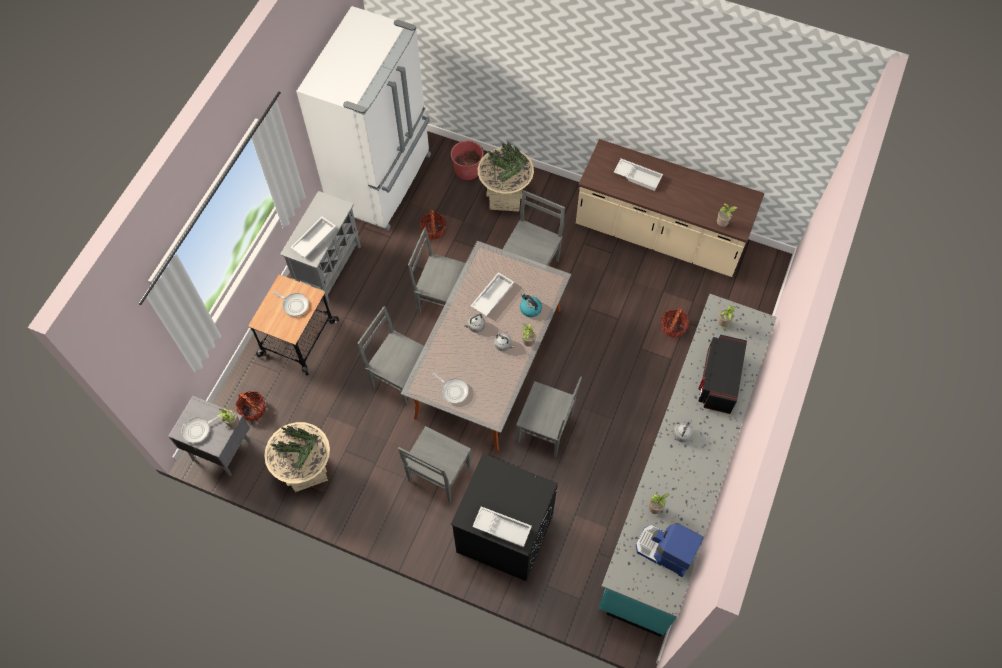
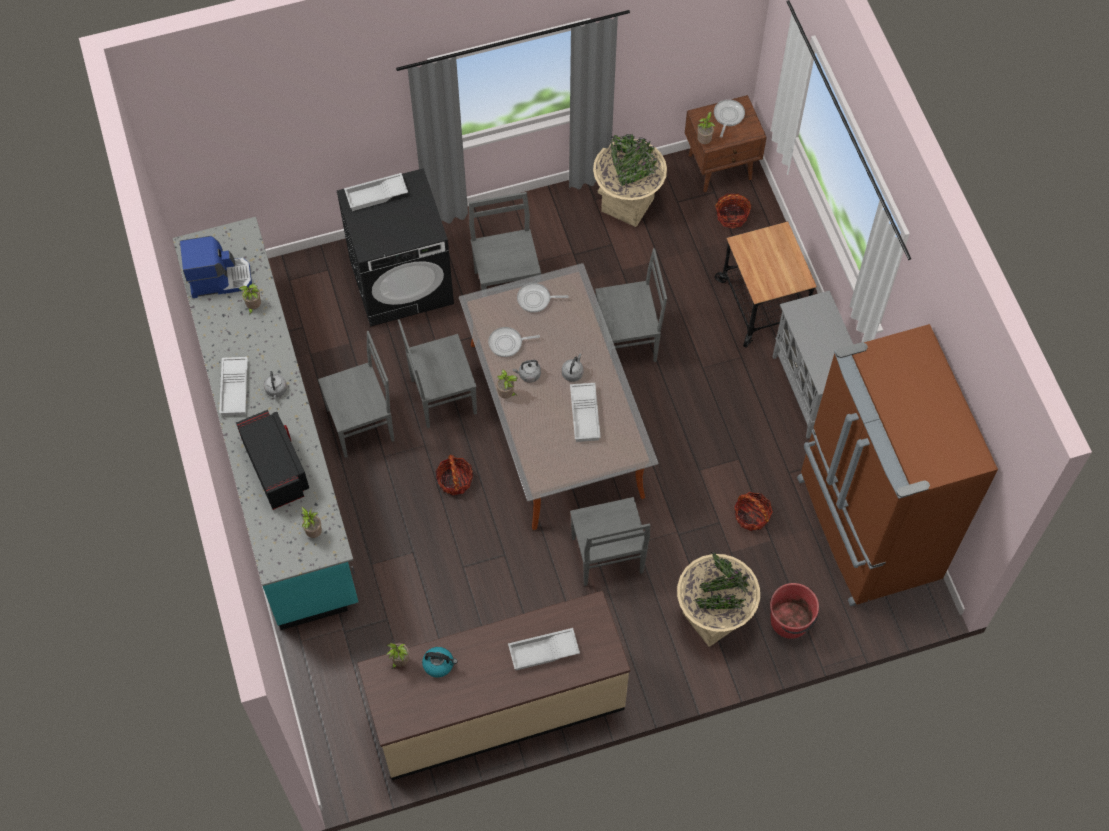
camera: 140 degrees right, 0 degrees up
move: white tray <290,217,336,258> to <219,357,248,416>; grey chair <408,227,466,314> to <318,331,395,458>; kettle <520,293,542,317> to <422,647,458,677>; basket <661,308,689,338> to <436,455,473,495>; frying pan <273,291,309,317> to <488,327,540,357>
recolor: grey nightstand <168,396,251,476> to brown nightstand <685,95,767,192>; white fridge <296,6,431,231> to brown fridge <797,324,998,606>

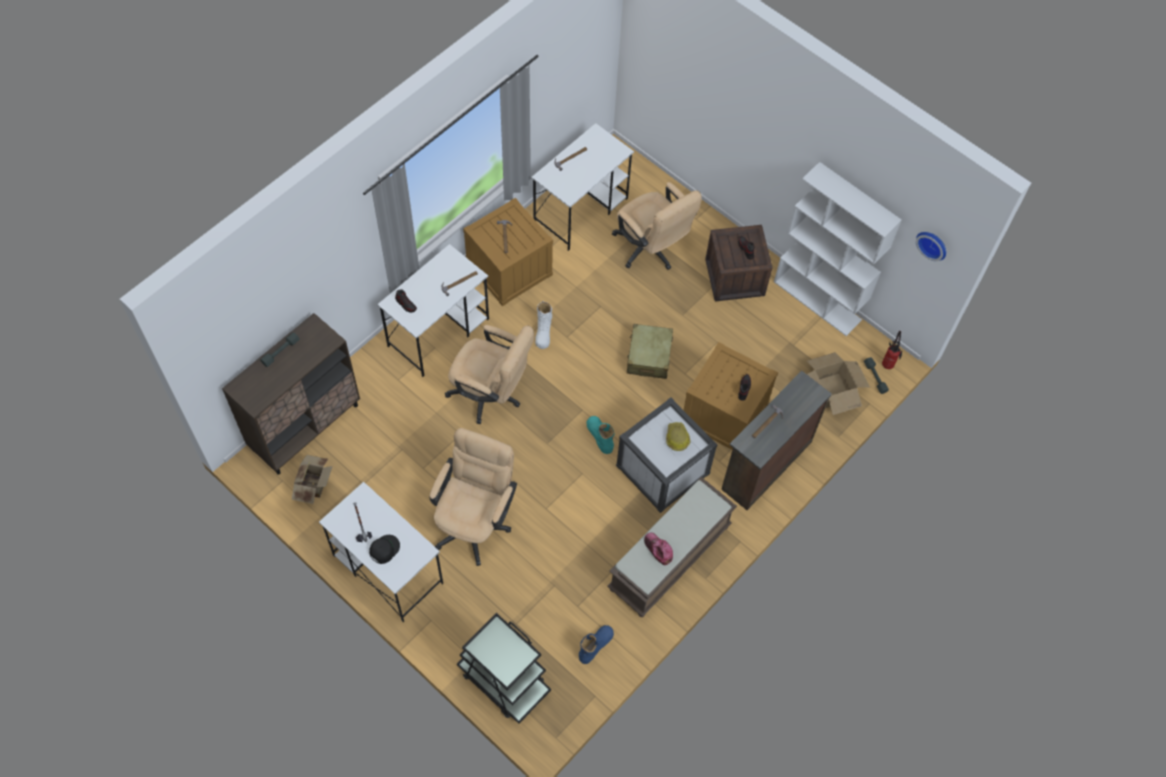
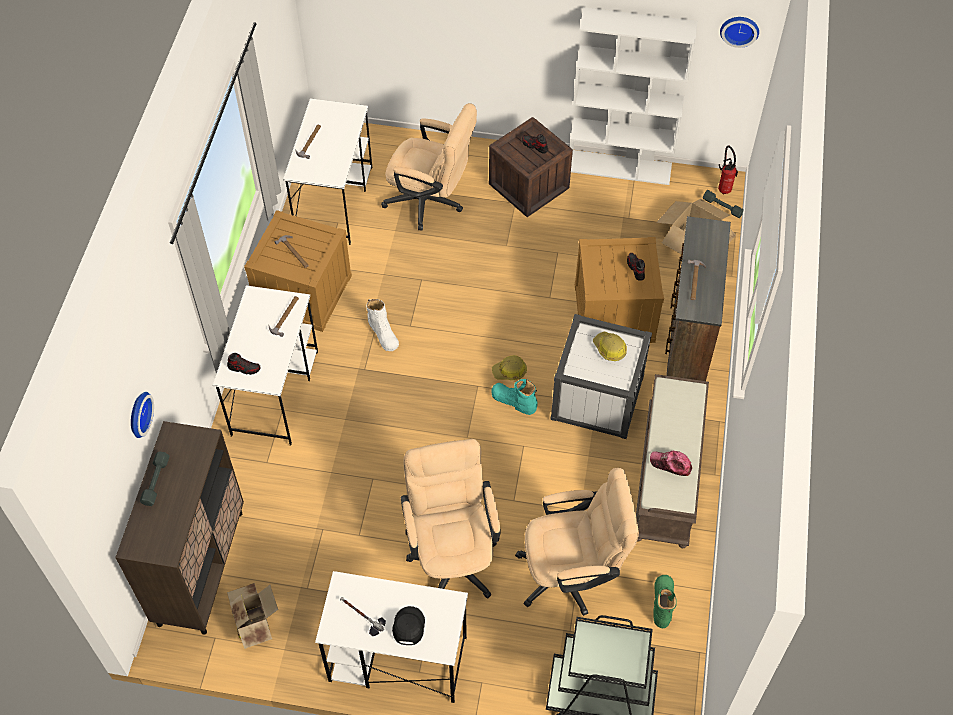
camera: 30 degrees left, 5 degrees down
delete: beige suitcase <627,324,673,379>
insert: wall clock <131,392,154,438>; hard hat <492,355,527,380>
move: beige office chair <445,325,534,424> to <515,468,639,616>
recolor: blue boot <579,625,614,664> to green boot <653,575,677,628>

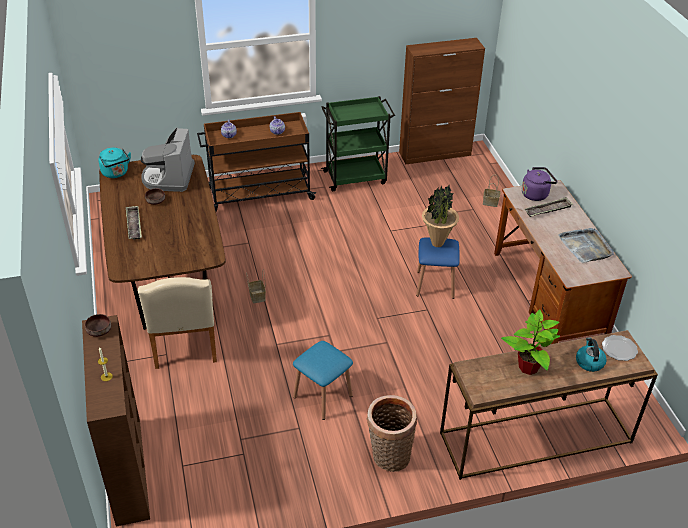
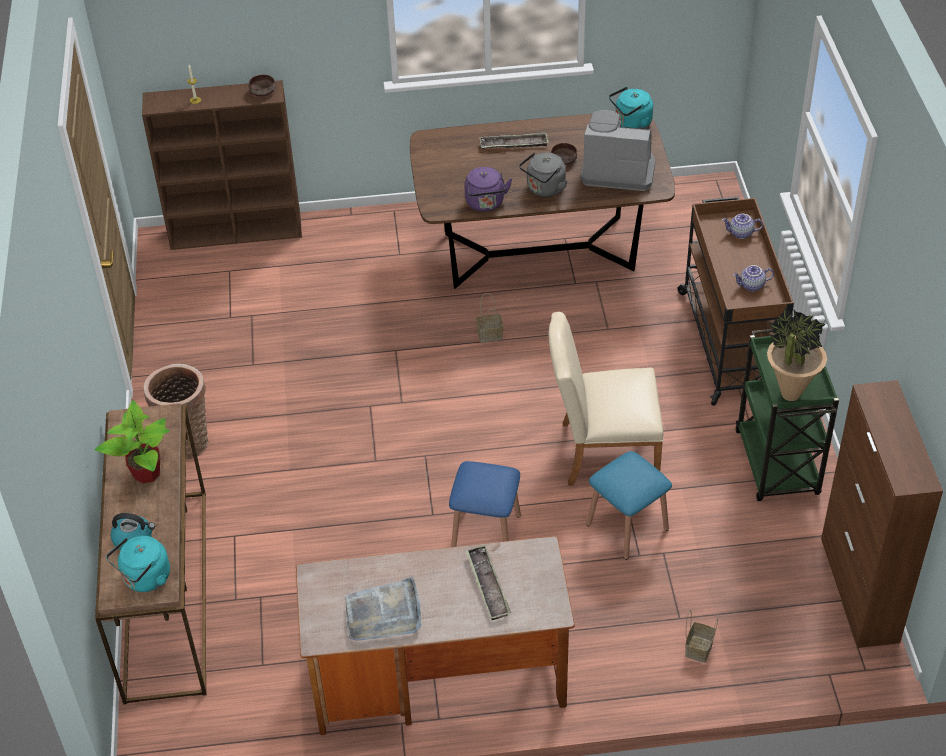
camera: 100 degrees right, 5 degrees up
insert: grey kettle <519,153,567,197>
move: purple kettle <522,167,558,201> to <465,167,512,211>; beige chair <138,277,217,369> to <549,312,663,486>; blue stool <293,341,353,420> to <586,451,672,560>; potted plant <422,184,459,247> to <767,307,827,401>
replace: plate <602,335,638,361> to turquoise kettle <106,536,170,592>

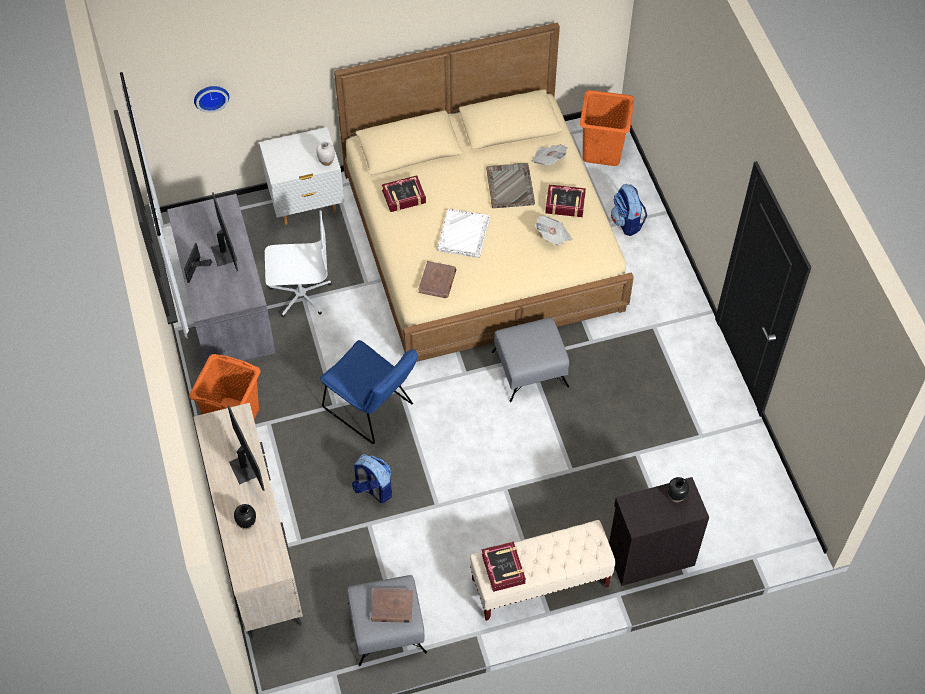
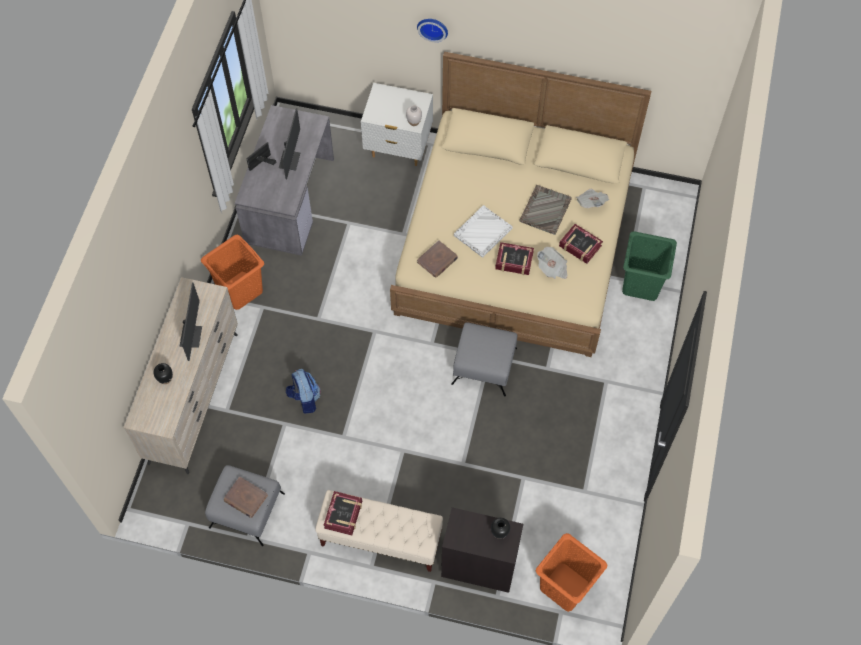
camera: 30 degrees right, 5 degrees up
delete: white office chair <265,211,332,317>; blue chair <320,340,417,444>
move: wall clock <194,86,229,113> to <417,19,448,42>; book <382,175,426,212> to <495,242,534,275>; orange laundry basket <580,90,634,166> to <536,533,607,612>
replace: backpack <611,184,647,236> to green laundry basket <622,231,677,301>

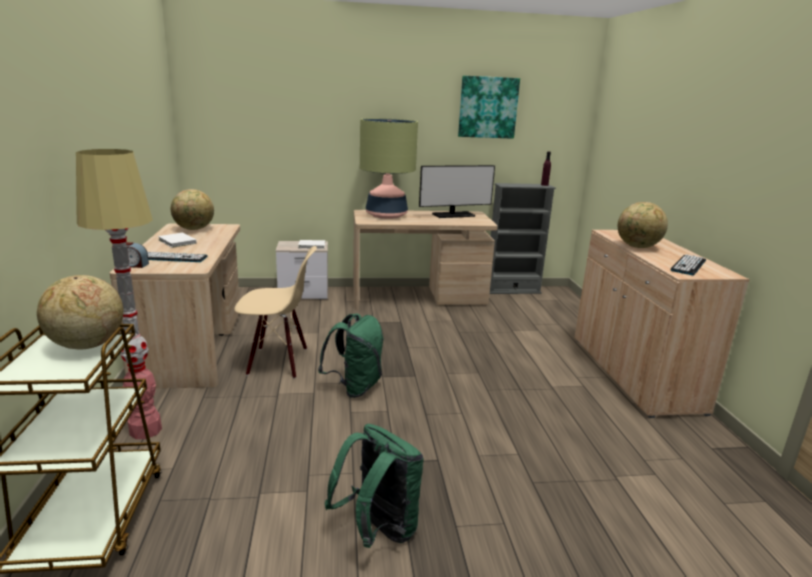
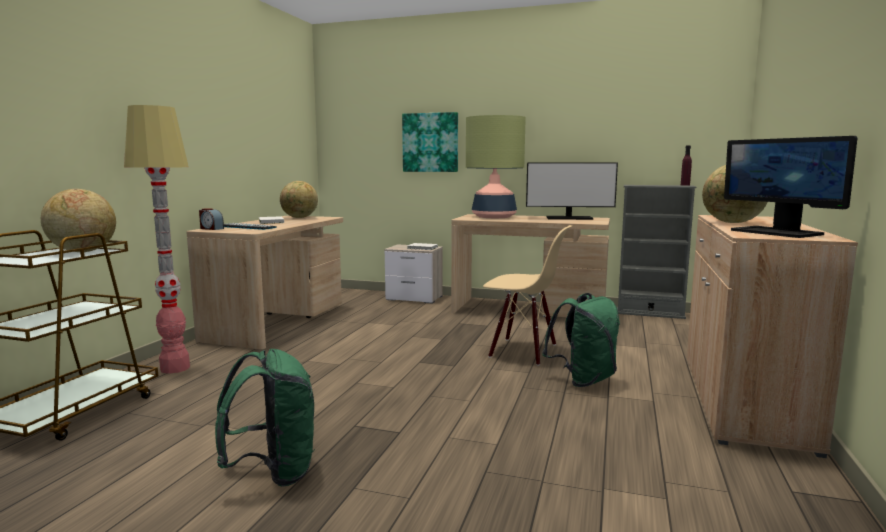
camera: 25 degrees right, 10 degrees down
move: picture <458,76,520,139> to <402,112,458,172>; beige chair <234,246,317,379> to <483,225,572,366>; green backpack <318,314,383,398> to <542,293,620,387>
replace: keyboard <670,254,706,276> to monitor <724,136,857,238>

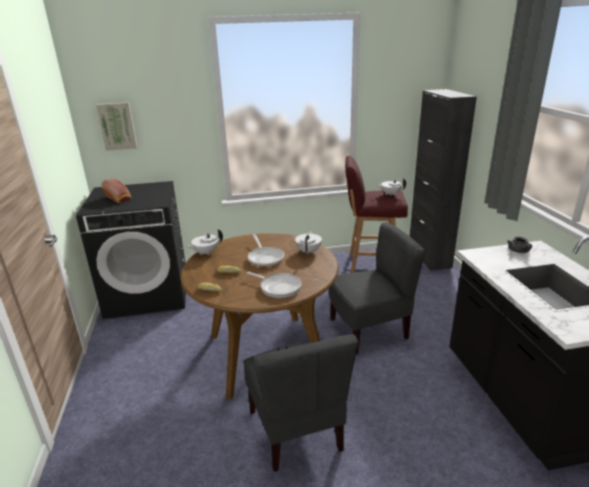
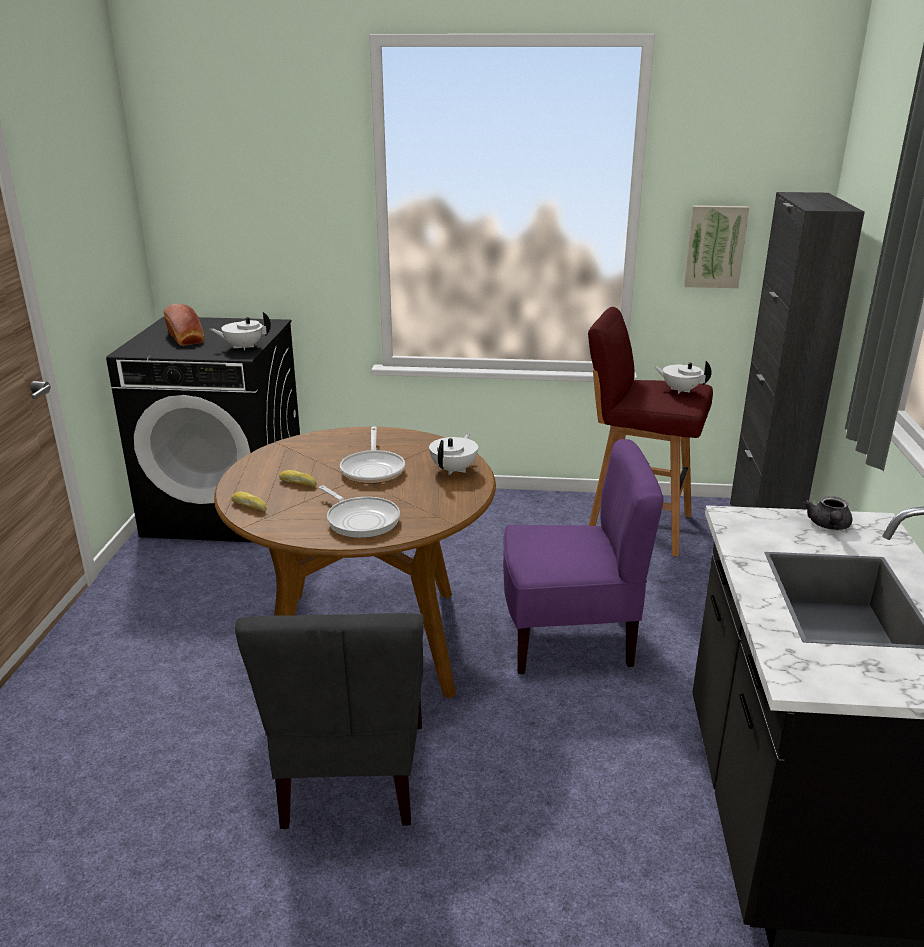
camera: 15 degrees right, 0 degrees up
move: white teapot <184,229,223,256> to <210,312,271,350>; picture <96,102,137,151> to <684,205,749,288>
recolor: grey chair <329,223,425,354> to purple chair <503,439,664,674>

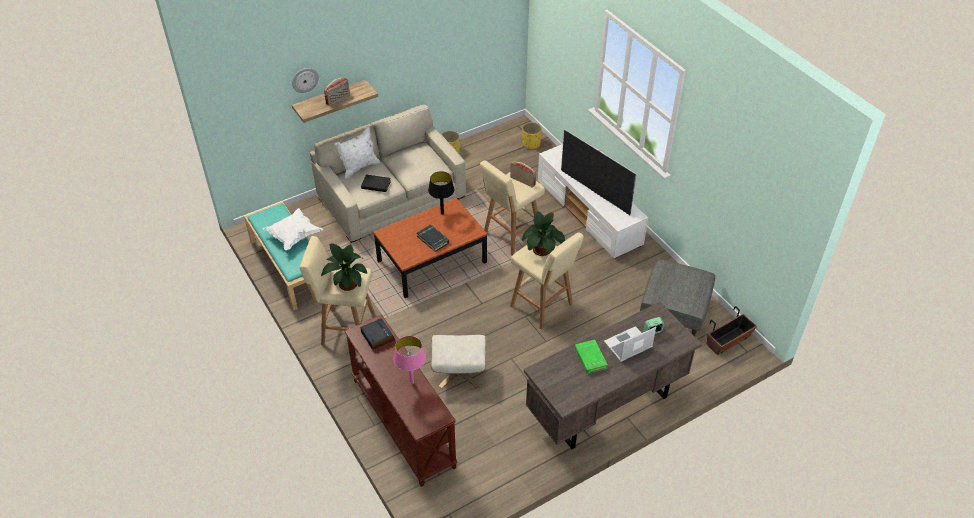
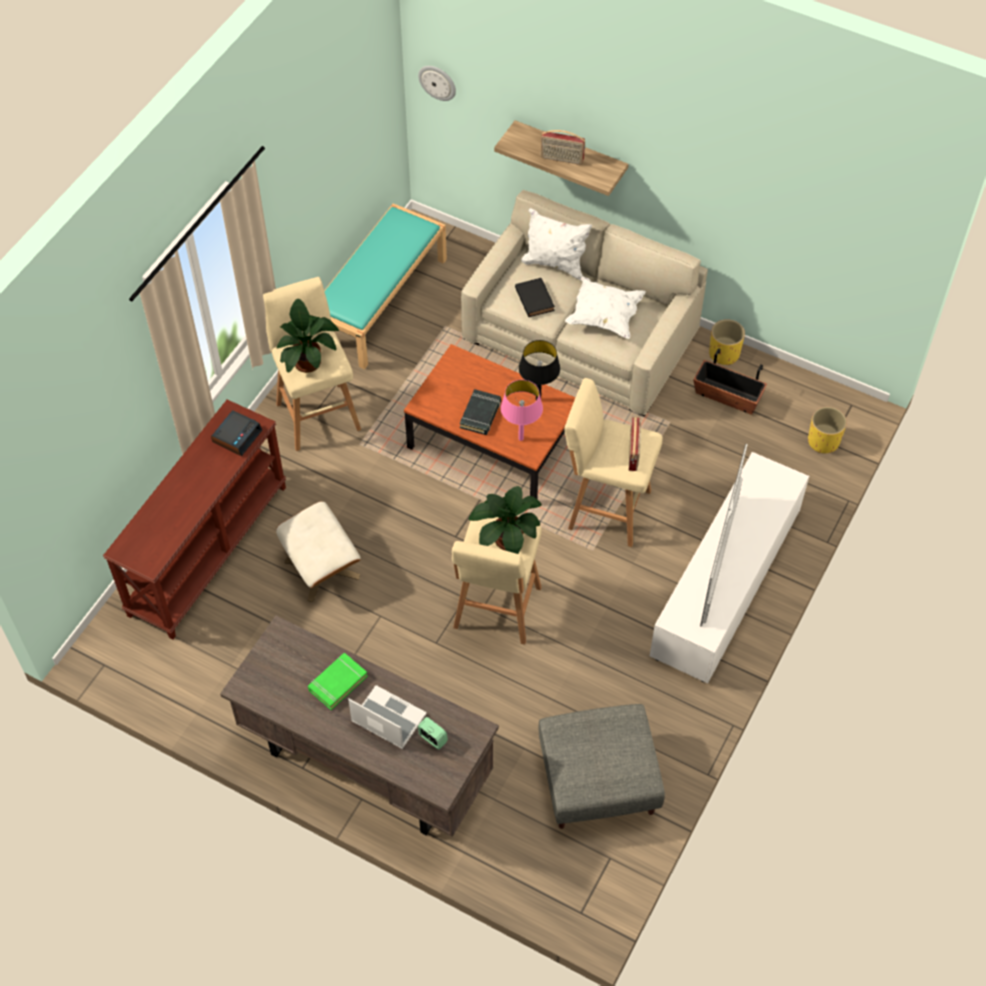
camera: 60 degrees right, 10 degrees up
move: wall clock <292,68,319,93> to <418,66,456,101>; pink table lamp <393,336,426,384> to <501,380,543,441>; white pillow <263,208,323,250> to <565,277,646,339>; planter <706,306,757,355> to <693,348,767,415>

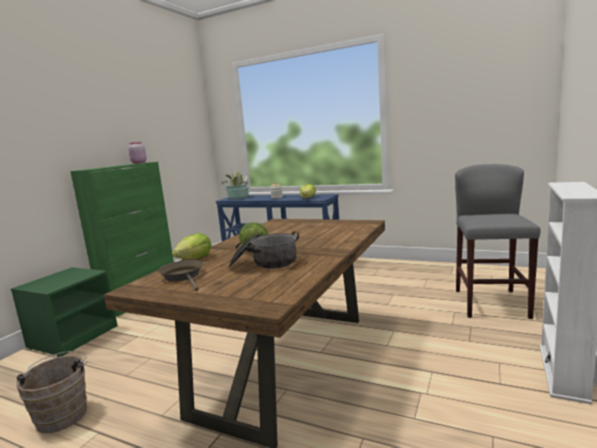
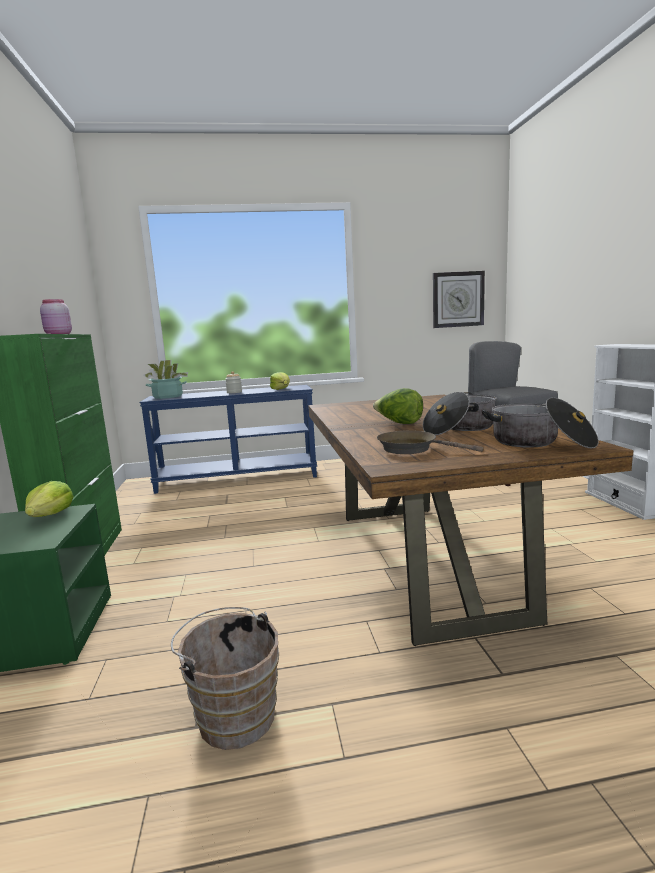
camera: 35 degrees left, 0 degrees up
insert: wall clock <433,271,485,328>; cooking pot <482,397,599,449>
move: lettuce <172,233,211,259> to <25,481,74,517>

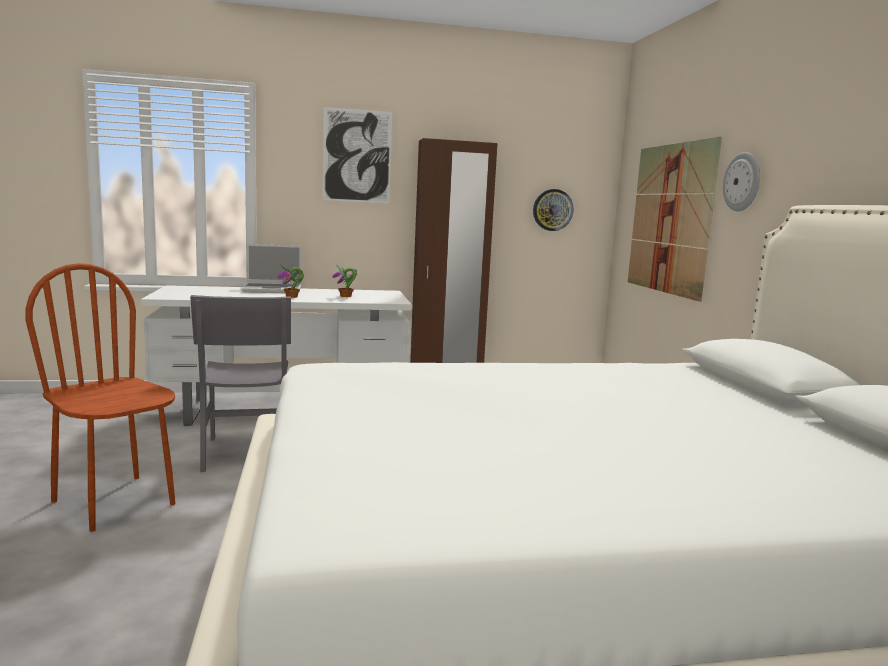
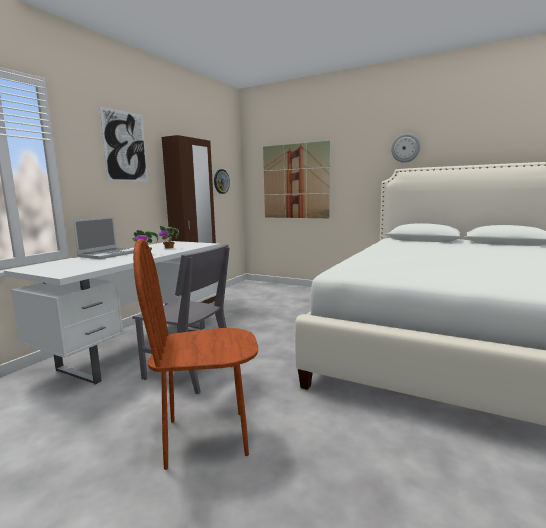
camera: 50 degrees left, 0 degrees up
move: wall clock <723,152,760,212> to <391,133,420,163>

